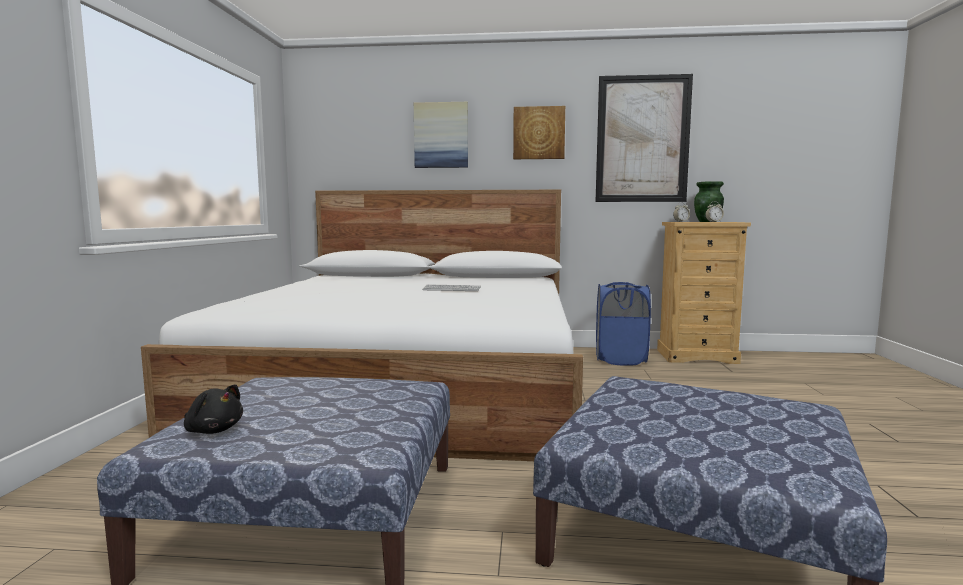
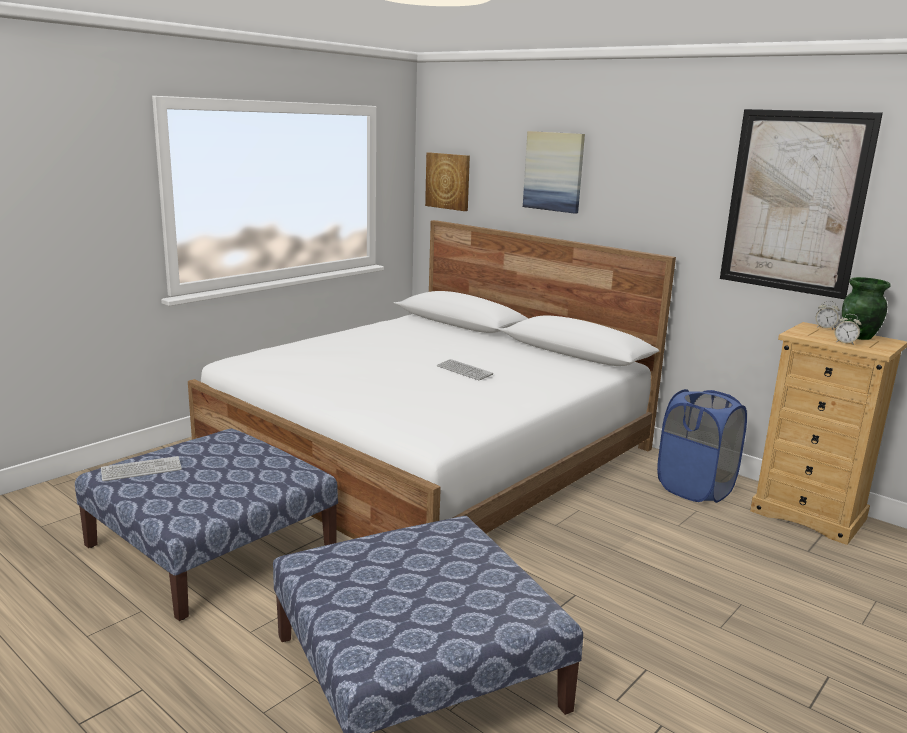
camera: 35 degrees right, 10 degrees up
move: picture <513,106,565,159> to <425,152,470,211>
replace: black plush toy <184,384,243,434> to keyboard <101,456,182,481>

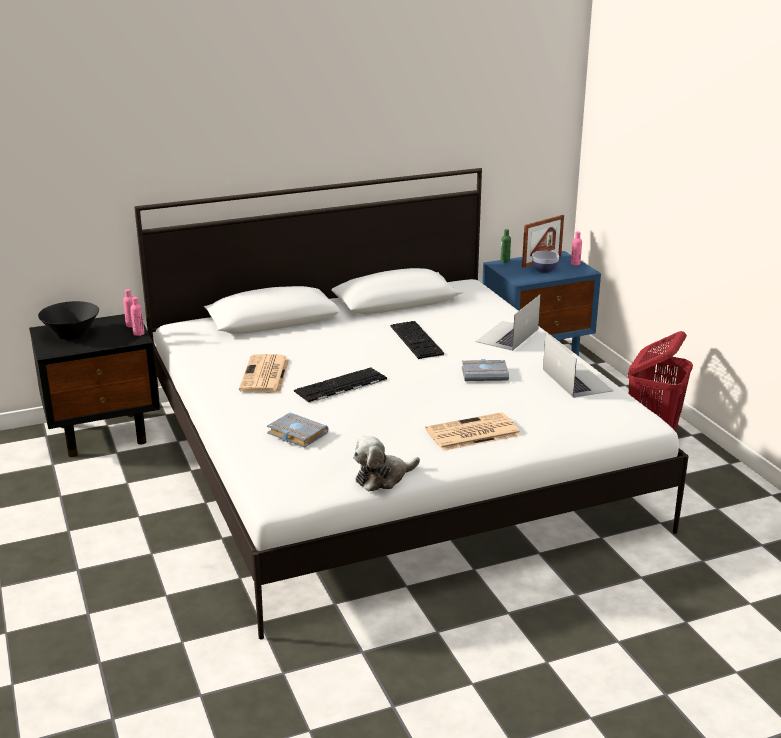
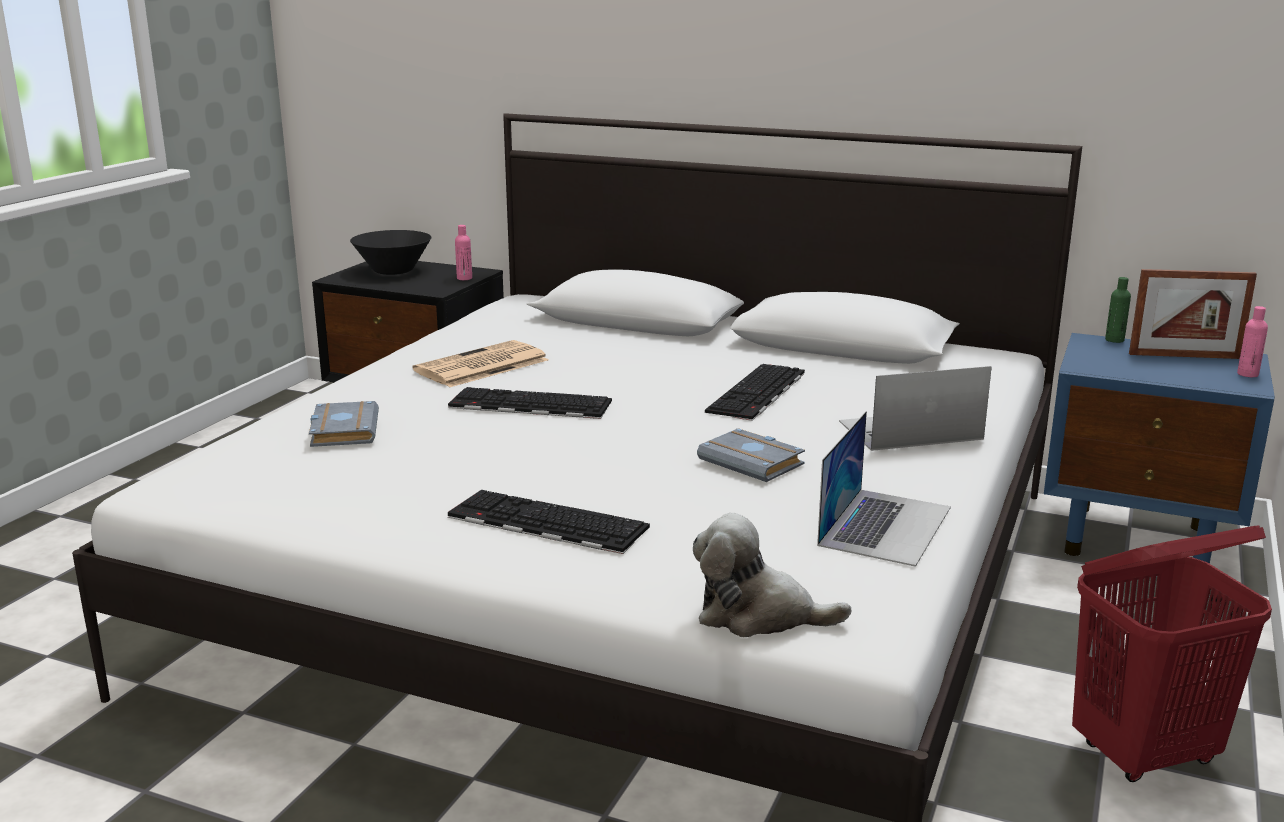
camera: 45 degrees right, 5 degrees down
delete: pink bottle <130,297,144,336>; bowl <532,251,559,273>
move: plush toy <353,436,420,492> to <693,513,851,637>
replace: newspaper <425,412,521,451> to keyboard <448,490,650,554>

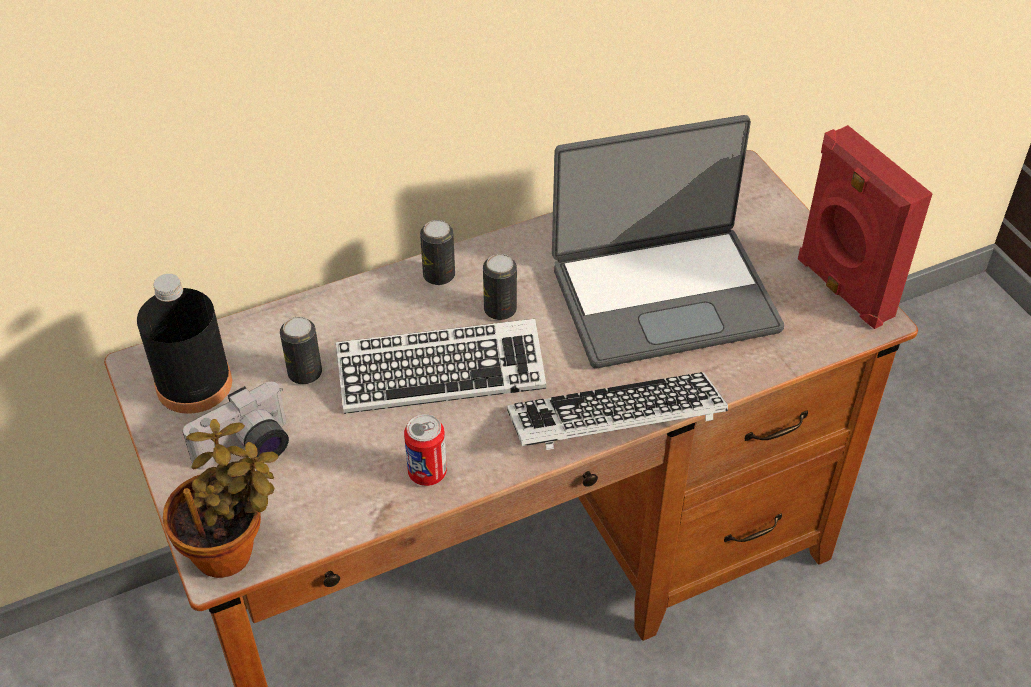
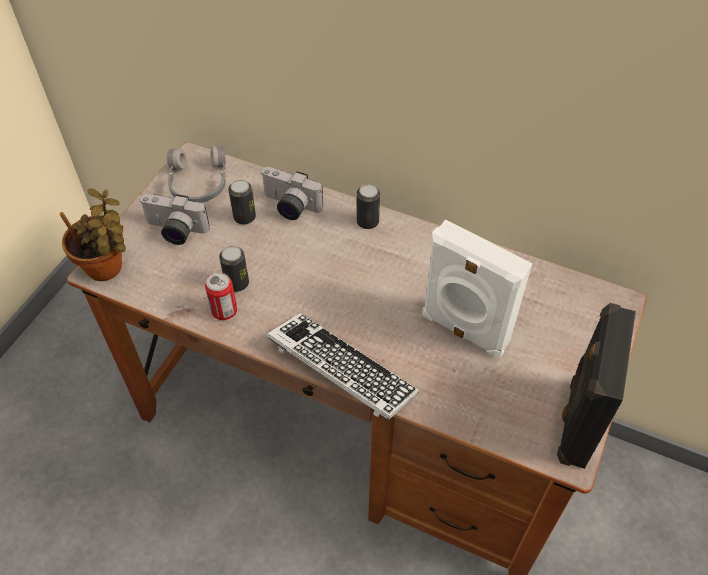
camera: 50 degrees right, 5 degrees up
delete: keyboard <336,319,546,414>
insert: photo camera <261,167,323,220>
move: can <483,254,517,320> to <219,246,249,292>
replace: black bottle <137,274,232,414> to grey headphones <167,146,226,203>; laptop <552,115,784,368> to white speaker <422,220,532,358>
recolor: red speaker <798,125,933,329> to black speaker <557,303,636,469>

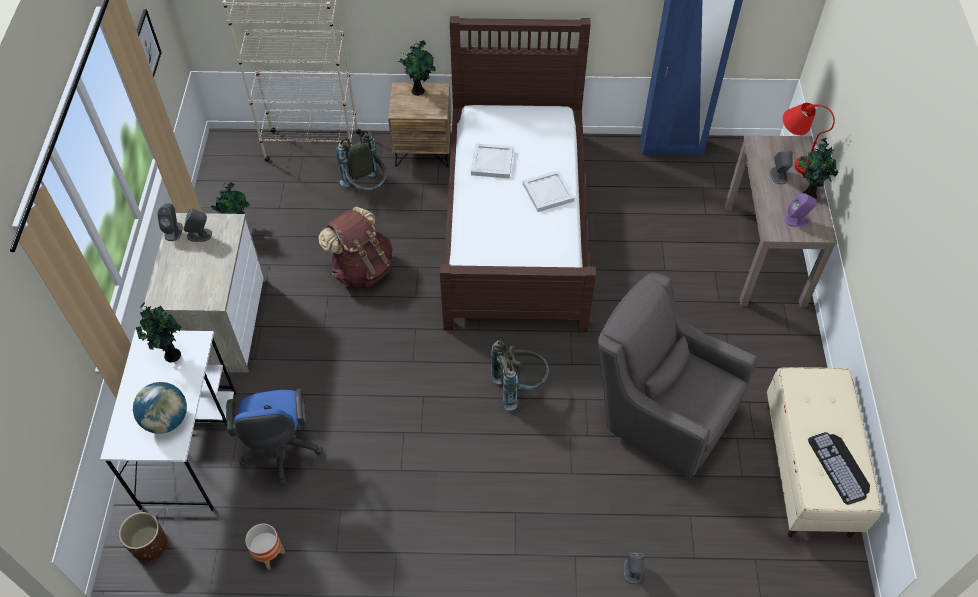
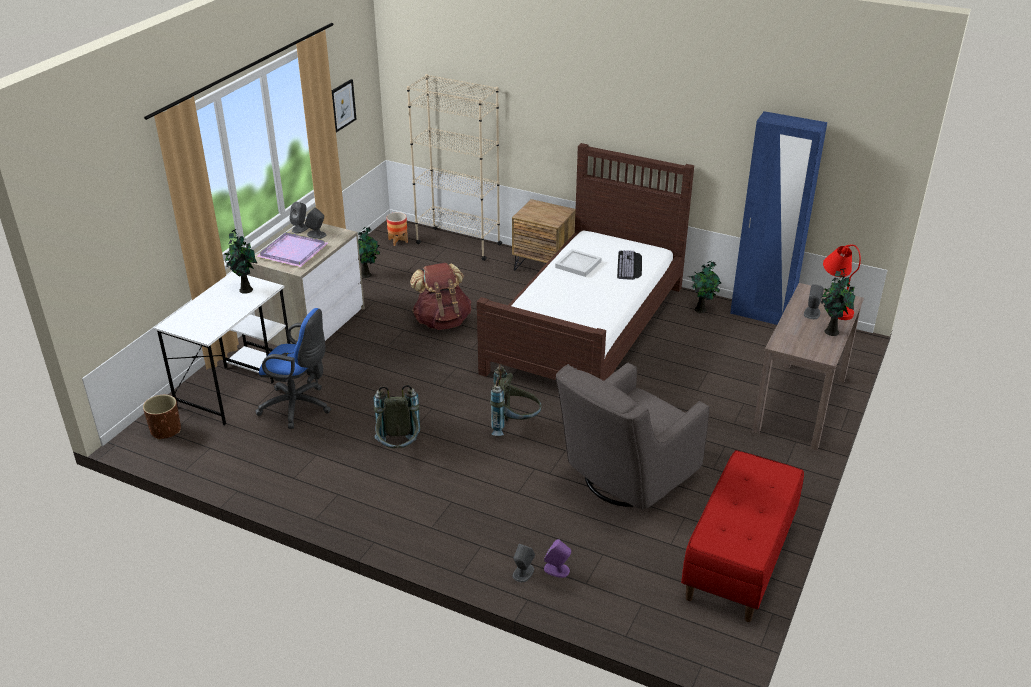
camera: 25 degrees right, 20 degrees down
delete: globe <133,382,187,434>; white tray <523,170,575,212>
insert: purple tray <256,232,329,267>
move: grey backpack <336,131,386,191> to <374,385,420,448>; planter <245,523,285,570> to <387,212,408,246>; purple speaker <784,193,817,227> to <544,539,571,578>; keyboard <808,432,870,505> to <617,250,642,280>; potted plant <398,40,436,96> to <690,261,721,313>
recolor: beige bench <767,367,881,538> to red bench <681,450,804,622>
rotate: blue office chair <226,389,323,486> = <255,308,331,429> 90 degrees counterclockwise; grey armchair <598,273,757,478> = <556,363,710,510> 105 degrees counterclockwise

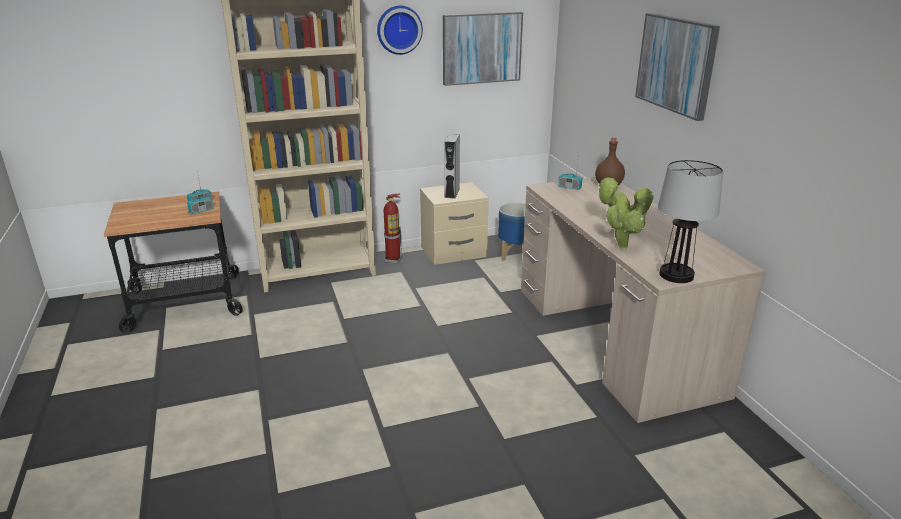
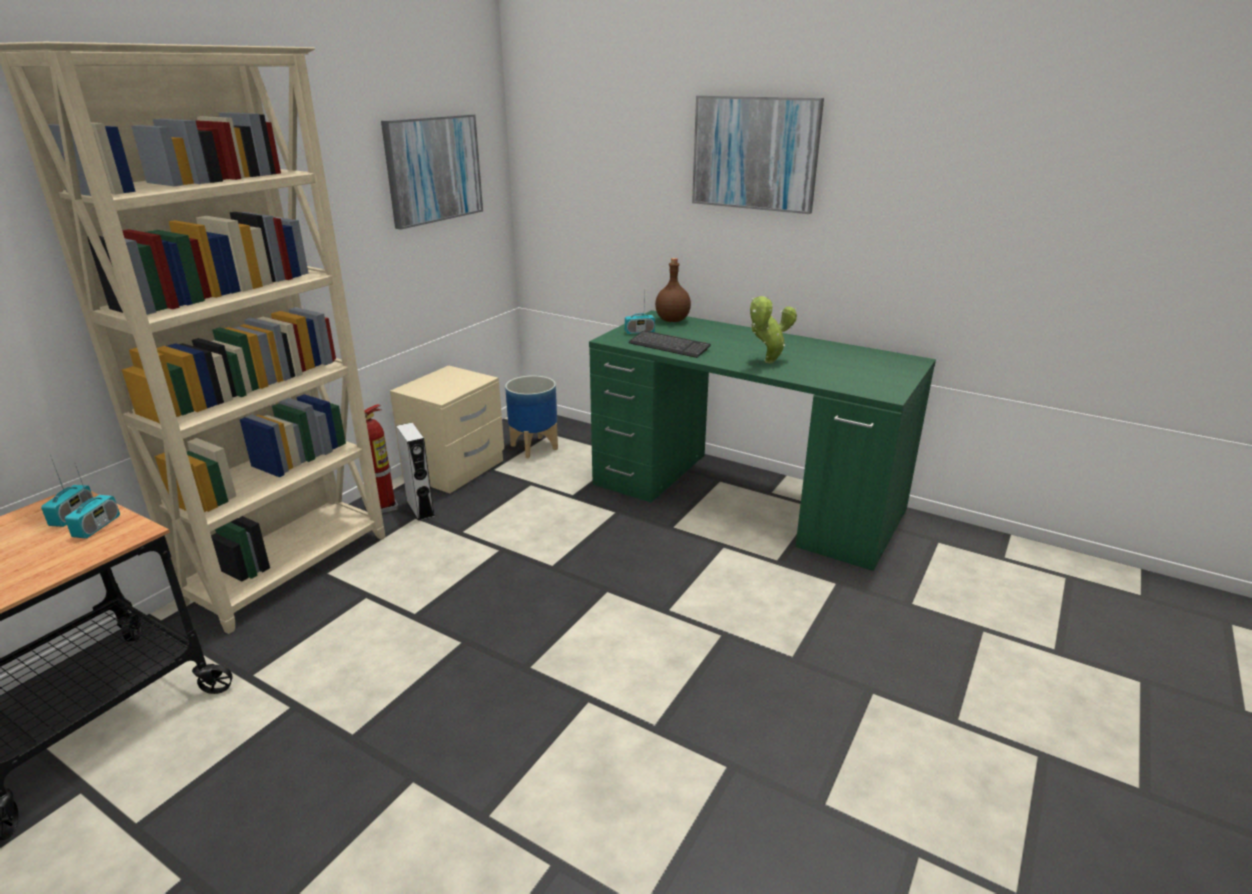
camera: 40 degrees left, 0 degrees up
delete: wall clock <377,6,423,55>; potted plant <606,187,654,250>; table lamp <658,160,723,283>
insert: keyboard <628,331,711,358>
move: grey speaker <444,134,460,199> to <396,423,435,521>
recolor: beige desk <521,177,766,423> to green desk <589,310,936,571>

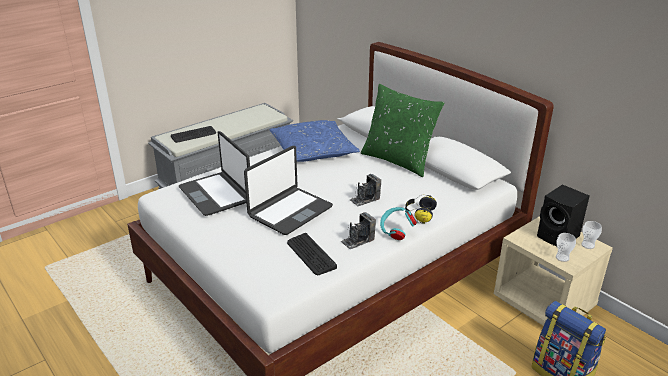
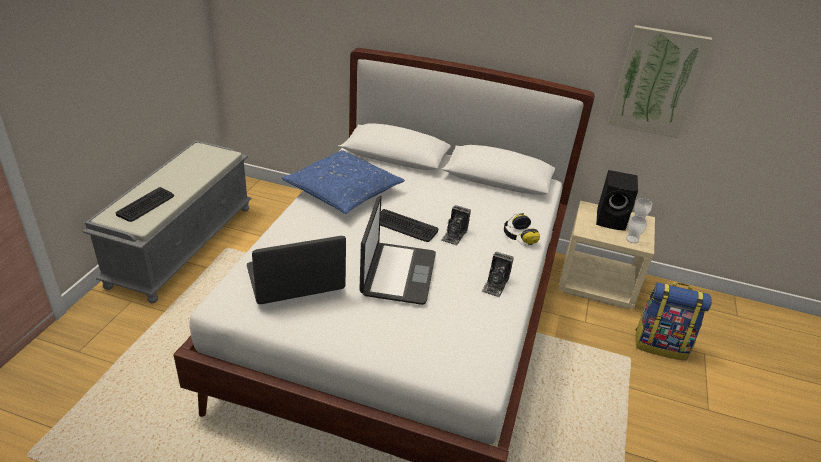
camera: 35 degrees left, 5 degrees up
delete: green pillow <361,84,444,177>; turquoise headphones <380,207,417,240>
insert: picture <608,25,712,138>
move: keyboard <287,233,337,275> to <380,209,438,242>
rotate: laptop <179,131,250,216> = <247,236,346,304> 135 degrees clockwise

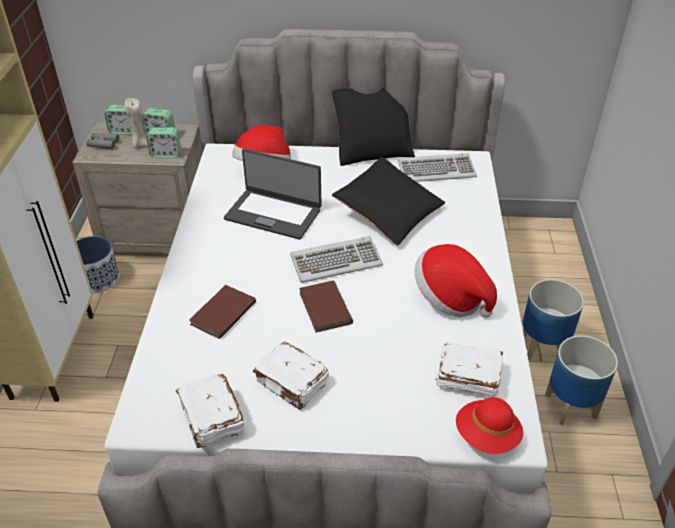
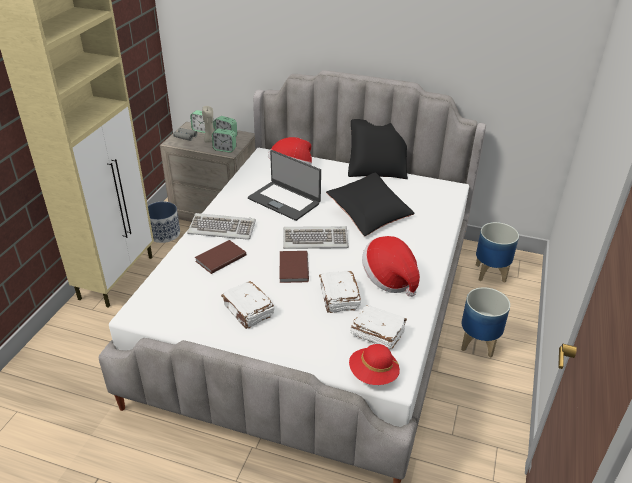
camera: 15 degrees right, 5 degrees down
move: keyboard <398,153,477,182> to <187,213,256,240>; white book <176,374,245,448> to <319,270,361,313>; planter <545,335,618,425> to <476,222,519,283>

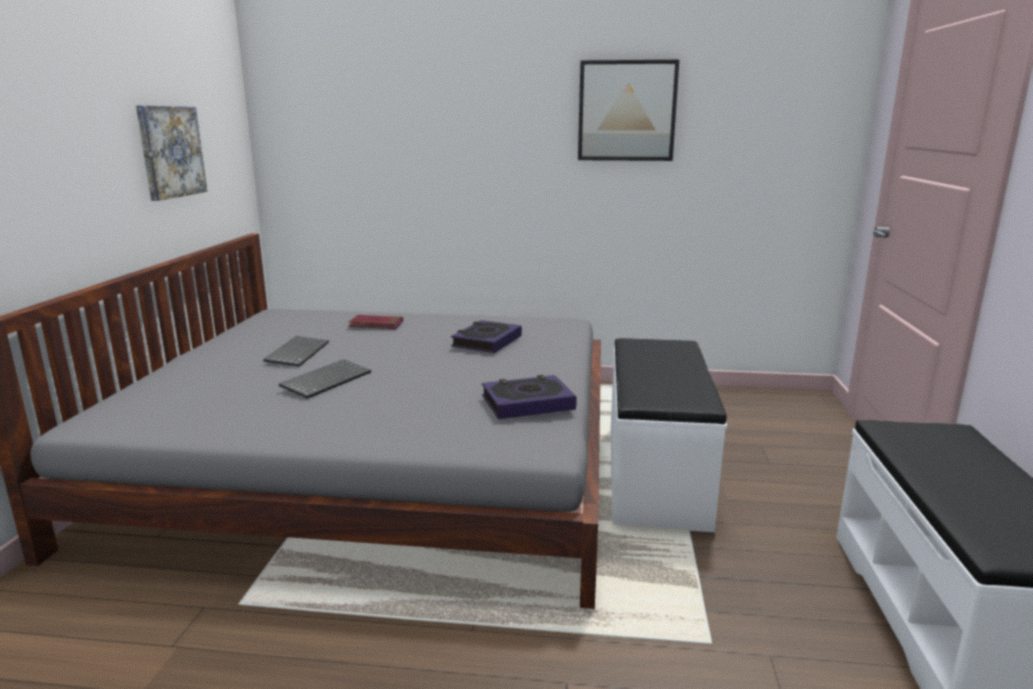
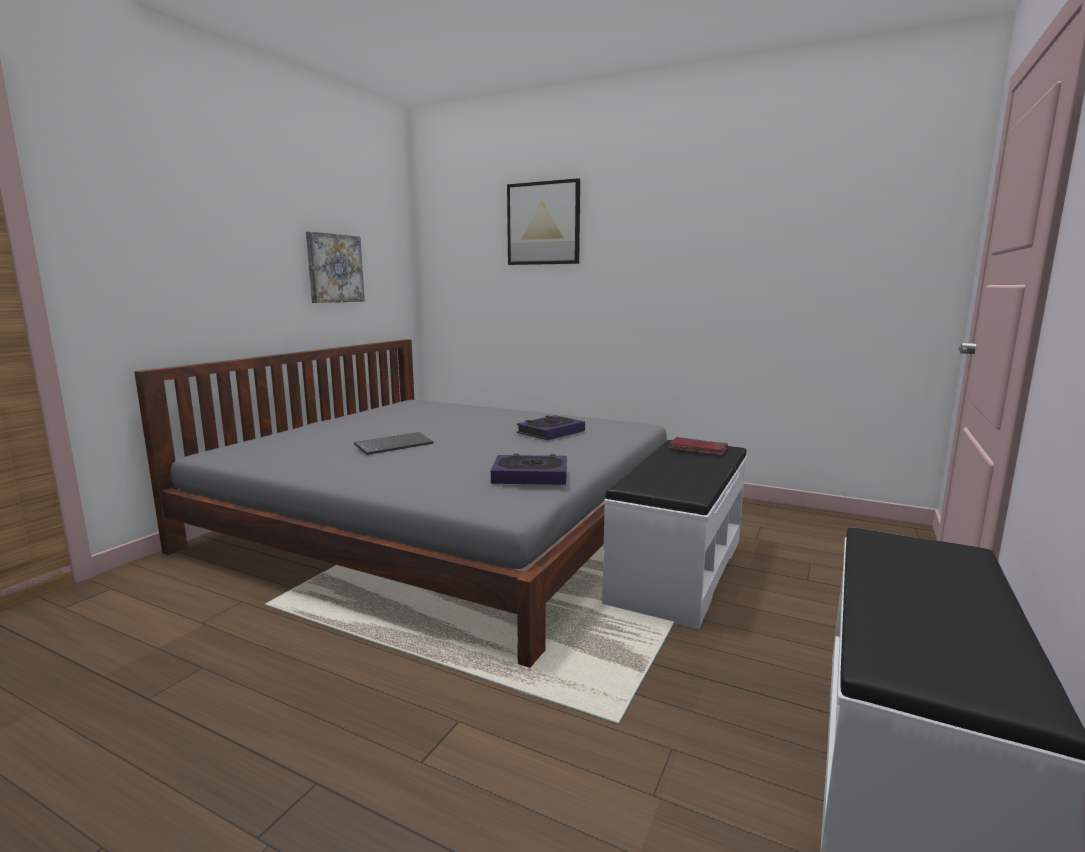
camera: 20 degrees right, 5 degrees down
delete: keyboard <263,336,329,367>
move: picture <578,60,679,161> to <507,178,580,265>; red book <349,315,403,329> to <669,437,728,456>

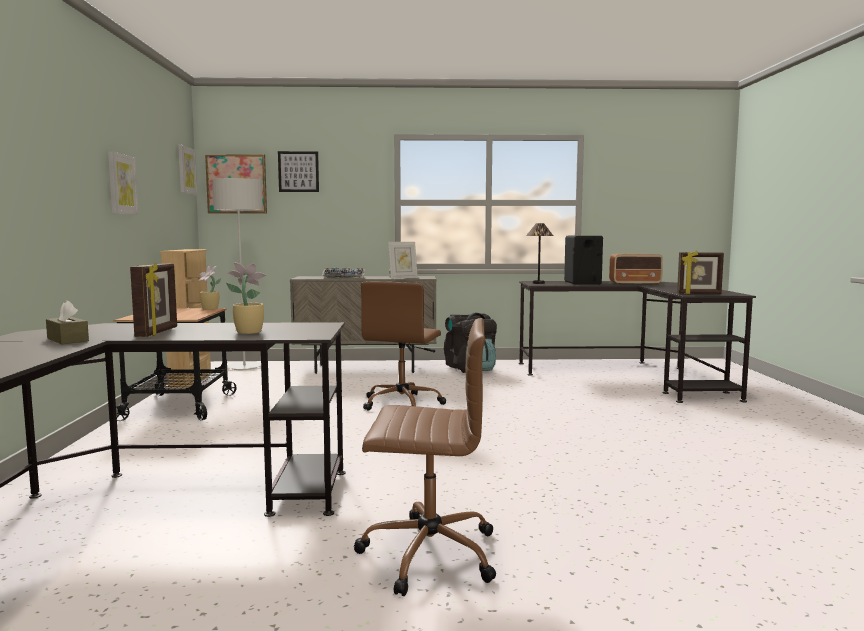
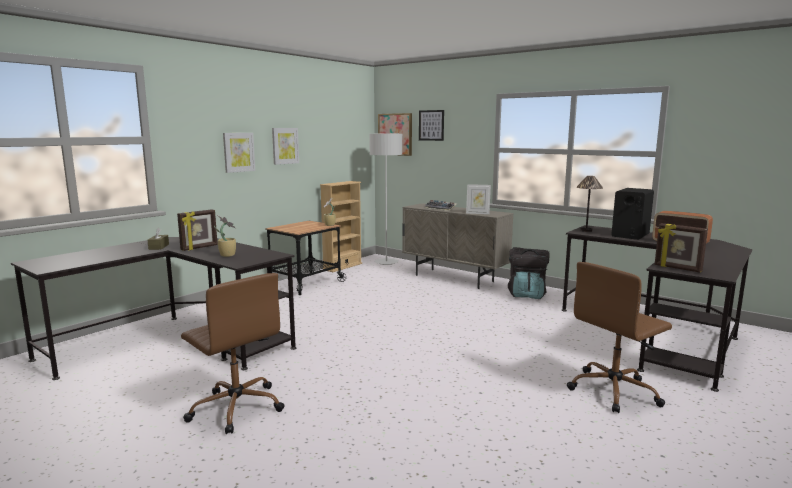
camera: 40 degrees right, 5 degrees up
move: picture <178,145,198,195> to <223,133,255,173>; brown office chair <361,282,446,410> to <567,262,672,413>

